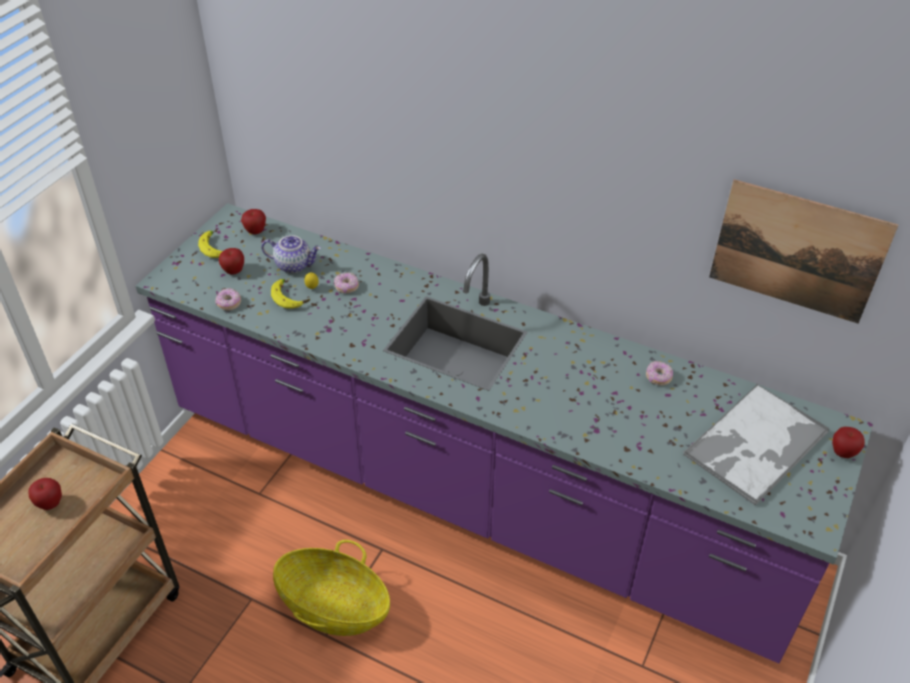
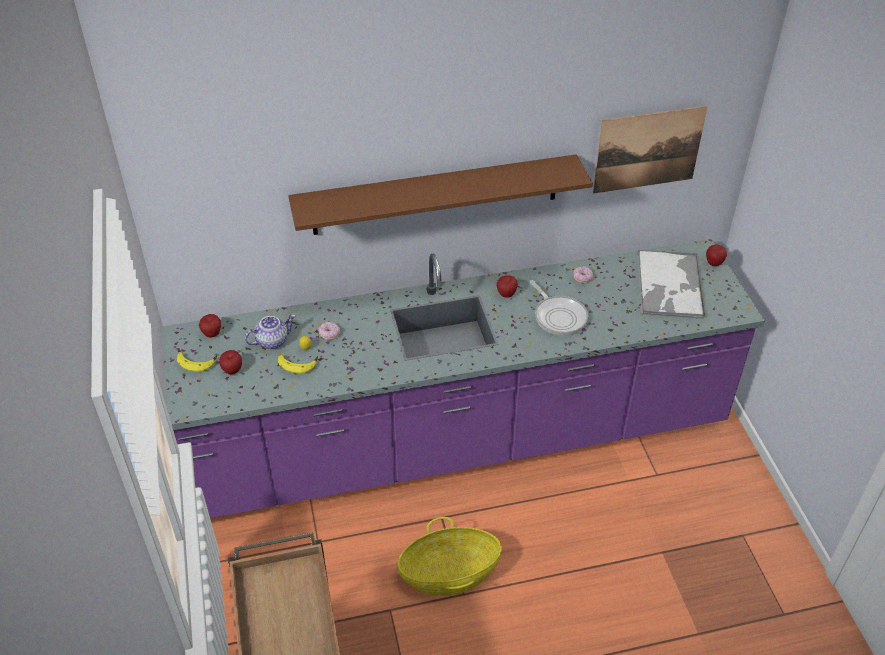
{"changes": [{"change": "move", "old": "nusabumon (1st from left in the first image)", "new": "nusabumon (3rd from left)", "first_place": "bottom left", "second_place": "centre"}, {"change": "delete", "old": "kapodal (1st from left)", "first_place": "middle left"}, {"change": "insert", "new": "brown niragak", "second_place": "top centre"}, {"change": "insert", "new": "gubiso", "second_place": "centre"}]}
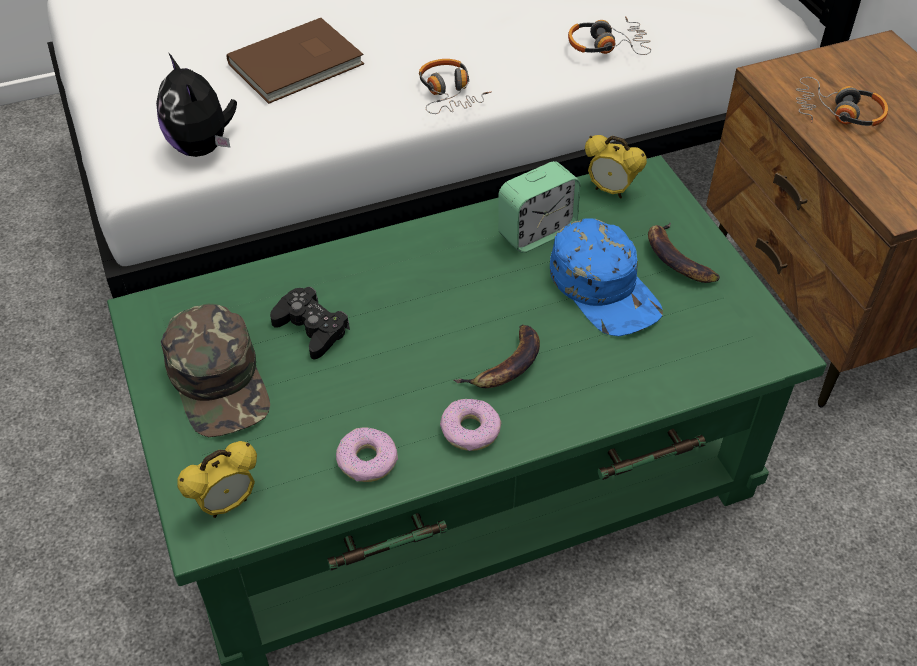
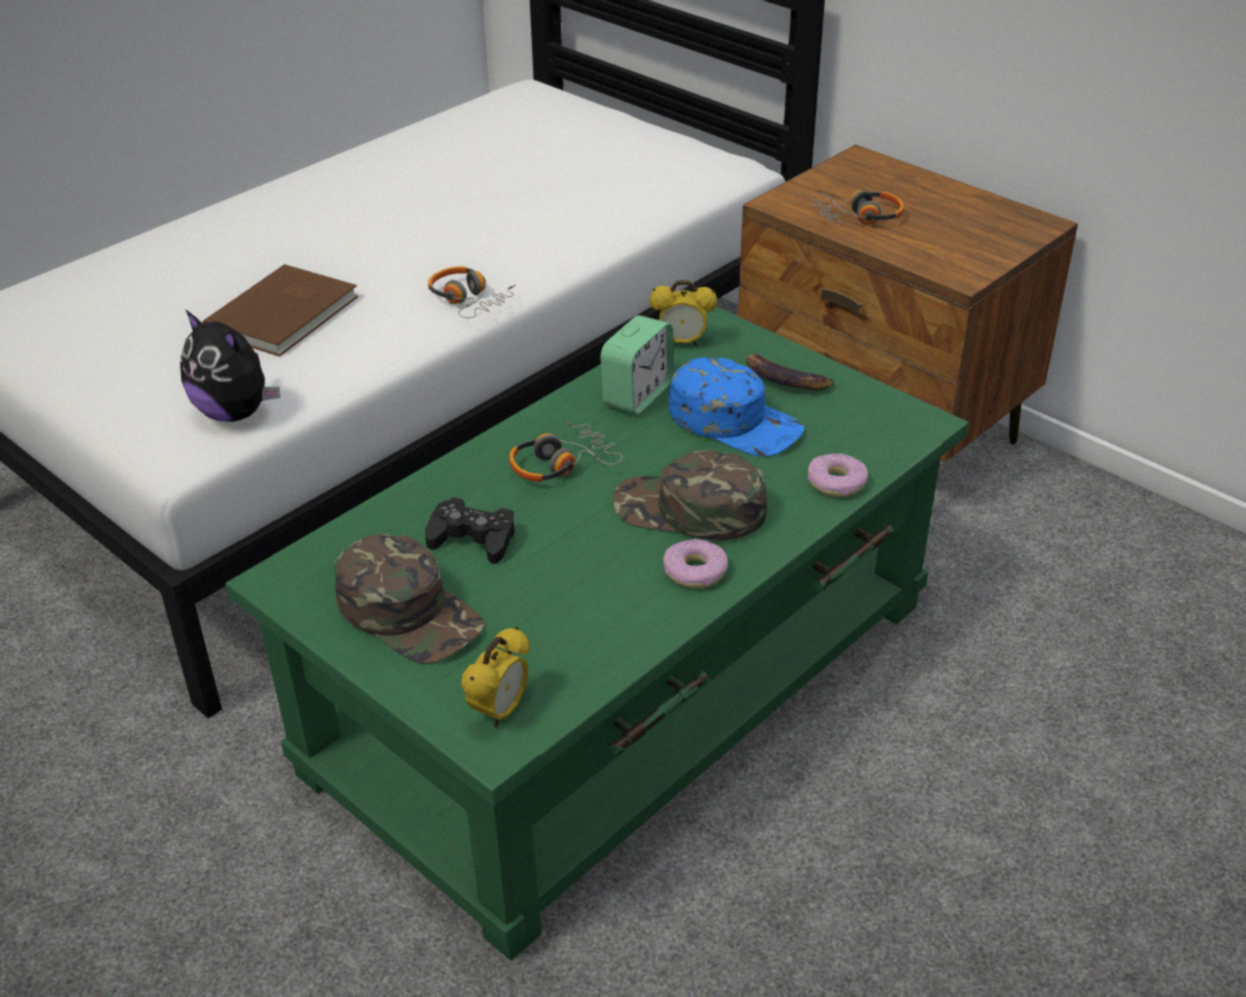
{"changes": [{"change": "move", "old": "kapodal (1st from left in the first image)", "new": "kapodal (2nd from left)", "first_place": "bottom centre", "second_place": "middle right"}, {"change": "replace", "old": "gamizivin (1st from left)", "new": "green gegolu (2nd from left)", "first_place": "centre", "second_place": "centre"}, {"change": "move", "old": "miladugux (2nd from left)", "first_place": "top centre", "second_place": "centre"}]}
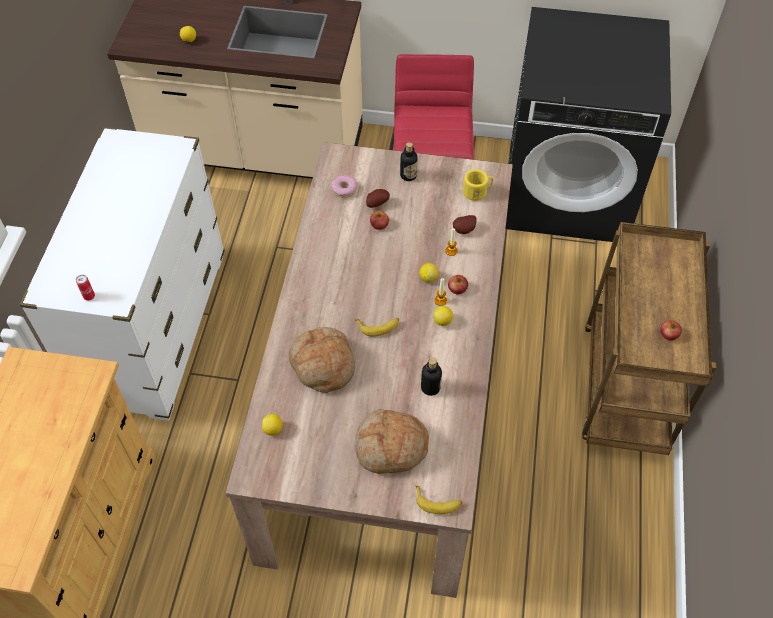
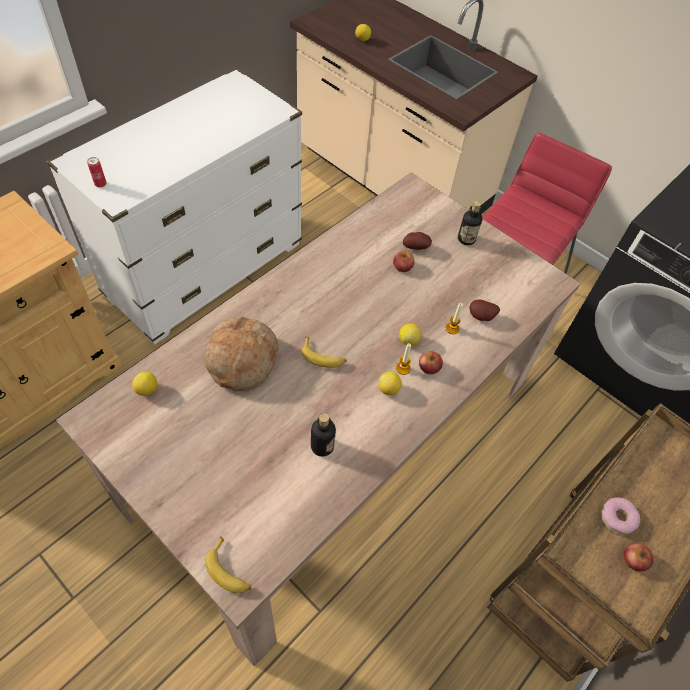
{"changes": [{"change": "move", "old": "kapodal", "first_place": "top centre", "second_place": "bottom right"}, {"change": "delete", "old": "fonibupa (2nd from left)", "first_place": "bottom centre"}, {"change": "delete", "old": "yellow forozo", "first_place": "top centre"}]}
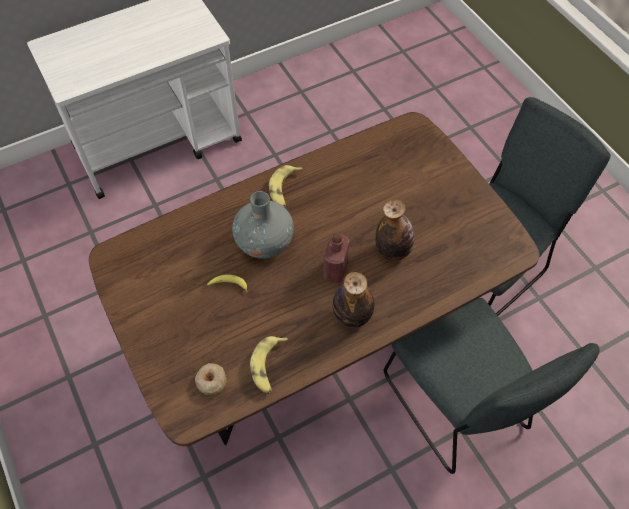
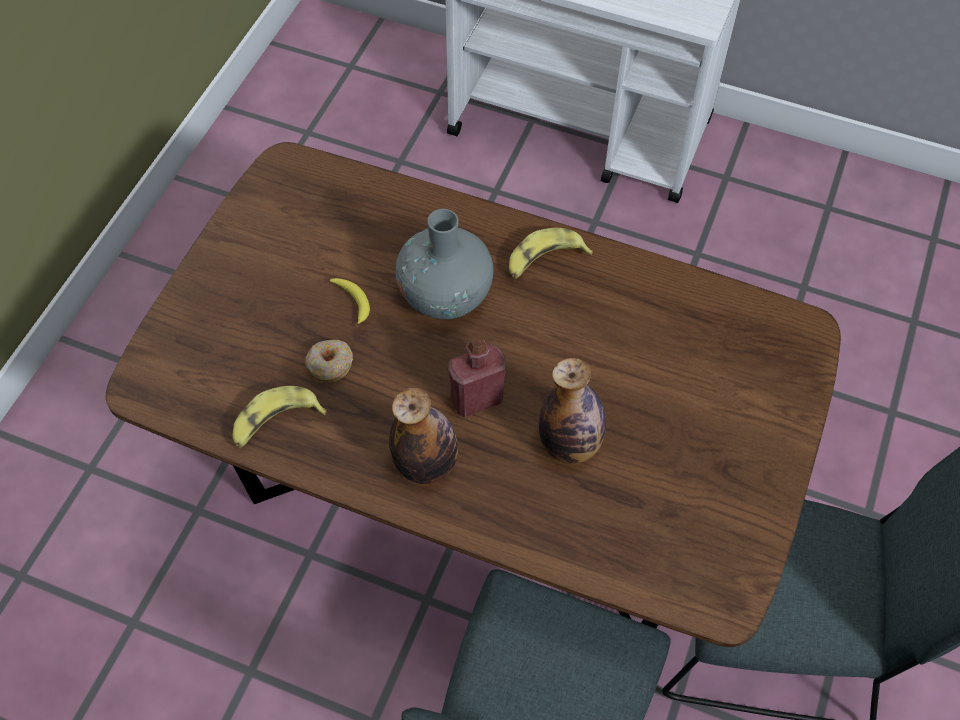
{"changes": [{"change": "move", "old": "kapodal", "first_place": "bottom centre", "second_place": "centre"}]}
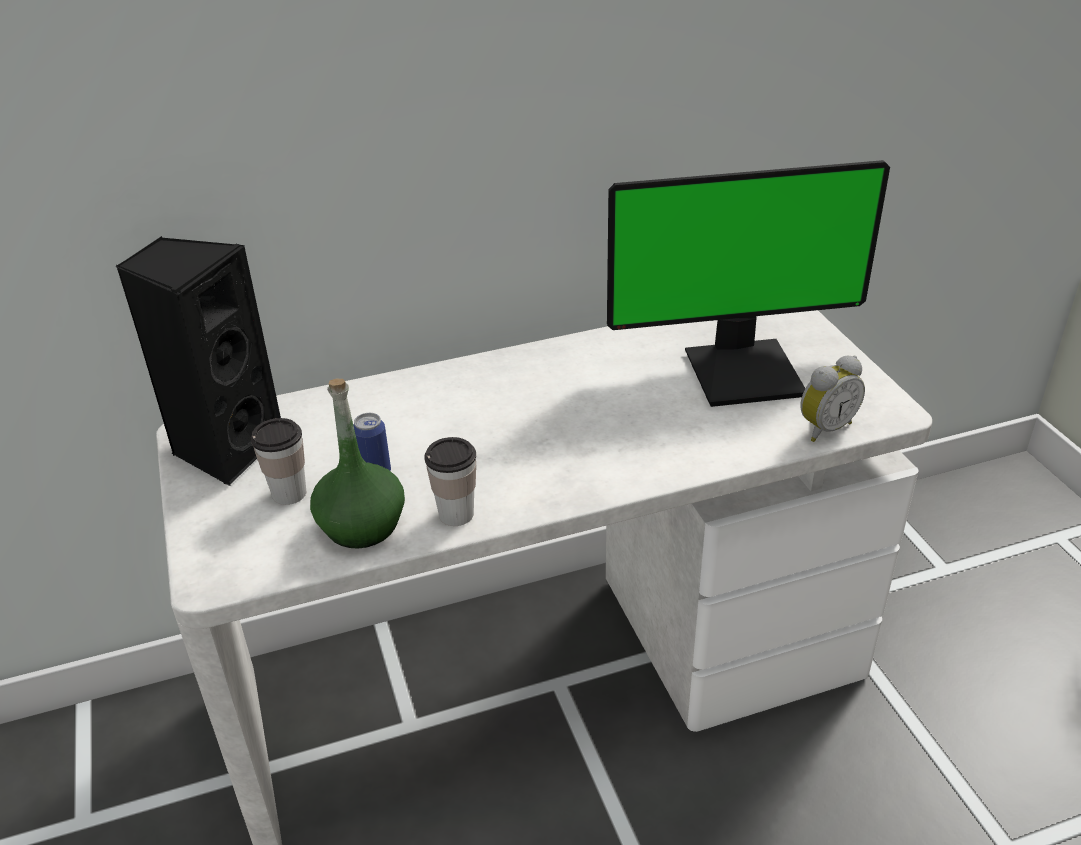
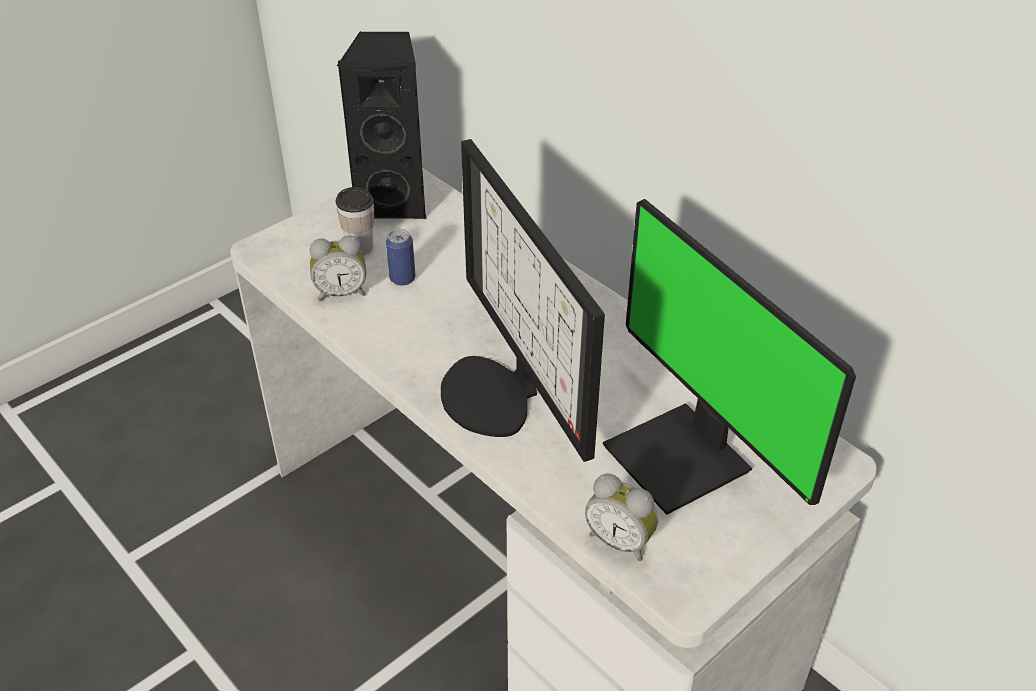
{"changes": [{"change": "replace", "old": "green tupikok", "new": "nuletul (1st from left)", "first_place": "middle left", "second_place": "middle left"}, {"change": "delete", "old": "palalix (2nd from left)", "first_place": "centre"}, {"change": "insert", "new": "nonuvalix (1st from left)", "second_place": "centre"}]}
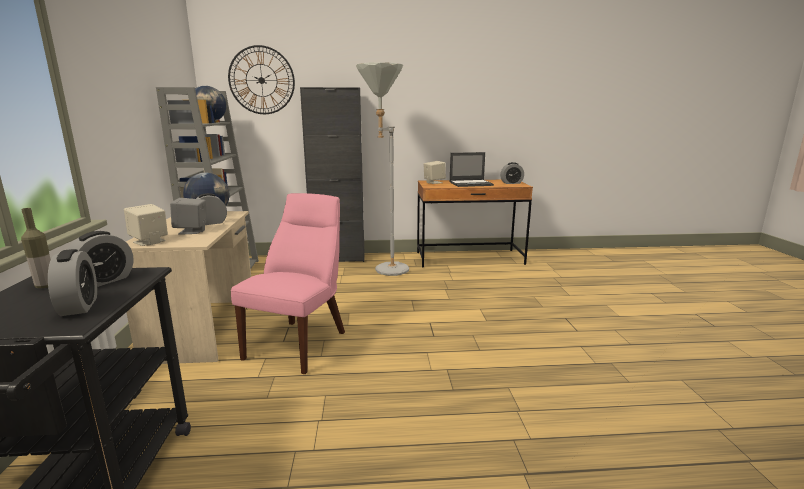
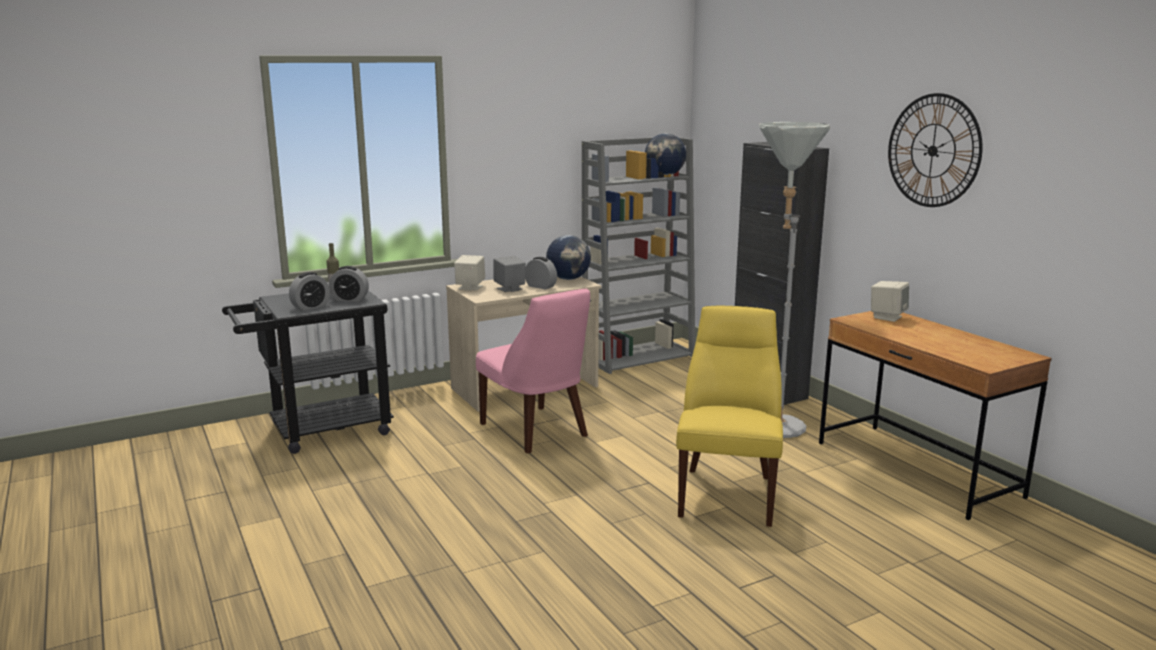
{"changes": [{"change": "move", "old": "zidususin", "first_place": "top left", "second_place": "top right"}, {"change": "rotate", "old": "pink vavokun", "first_place": "centre", "second_place": "centre", "degrees": 60}, {"change": "delete", "old": "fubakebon", "first_place": "centre"}, {"change": "delete", "old": "nuletul (4th from left)", "first_place": "centre"}, {"change": "insert", "new": "yellow vavokun", "second_place": "centre"}]}
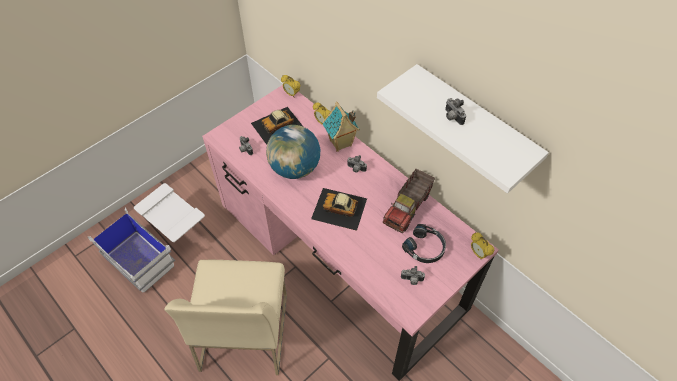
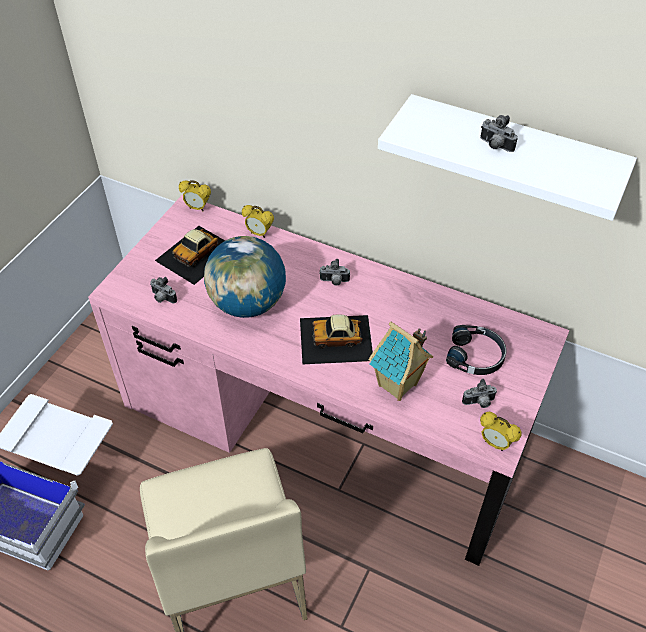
{"changes": [{"change": "move", "old": "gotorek", "first_place": "top centre", "second_place": "centre"}, {"change": "delete", "old": "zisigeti", "first_place": "centre"}, {"change": "move", "old": "nuletul (3rd from left)", "first_place": "middle right", "second_place": "bottom right"}]}
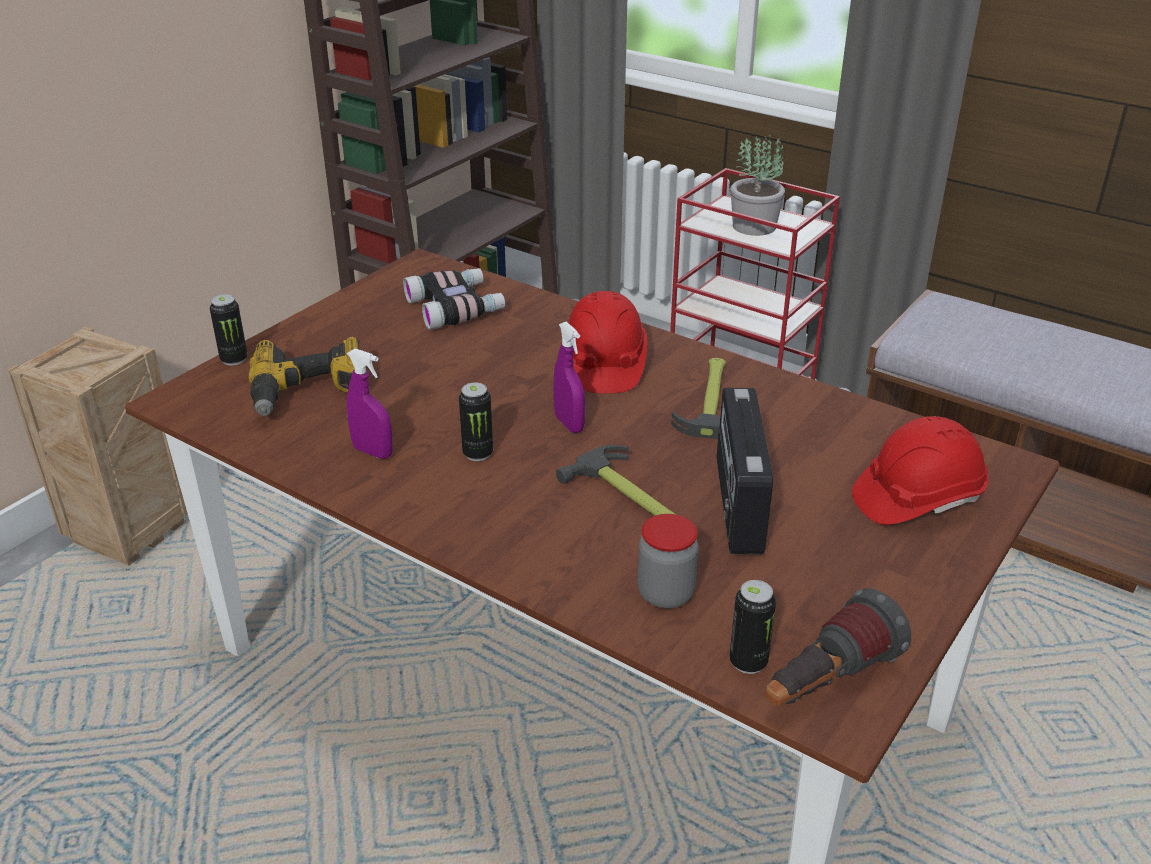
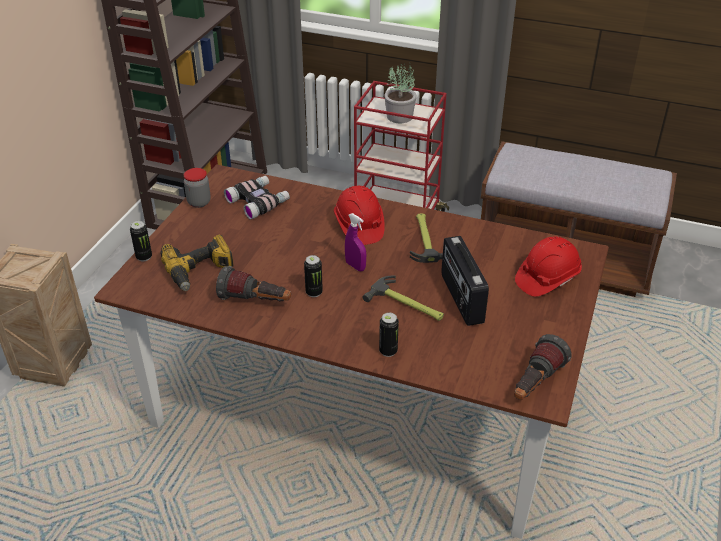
{"changes": [{"change": "replace", "old": "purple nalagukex (1st from left)", "new": "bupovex (1st from left)", "first_place": "middle left", "second_place": "centre"}, {"change": "move", "old": "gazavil", "first_place": "centre", "second_place": "middle left"}, {"change": "move", "old": "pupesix (3rd from left)", "first_place": "bottom centre", "second_place": "centre"}]}
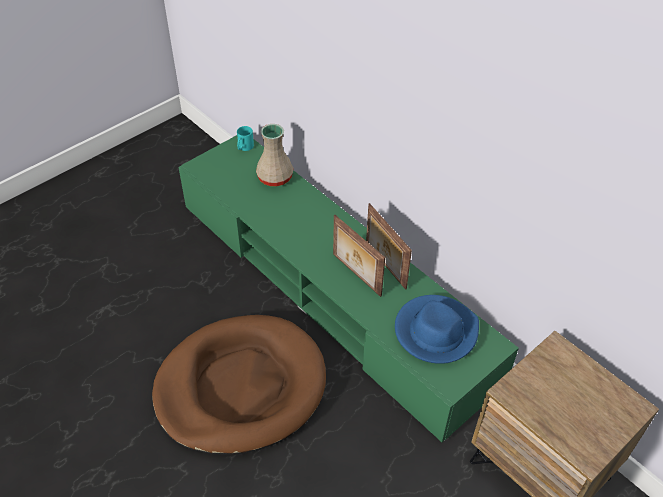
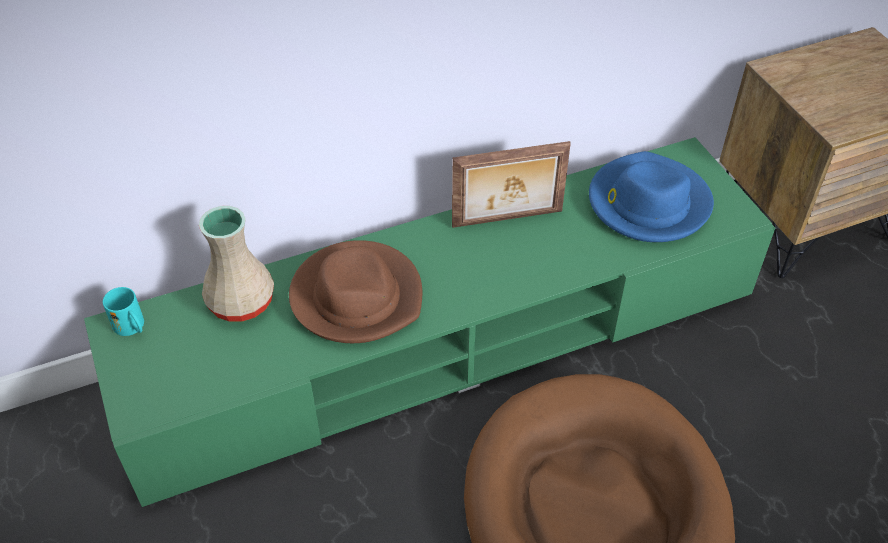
{"changes": [{"change": "delete", "old": "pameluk (1st from left)", "first_place": "centre"}, {"change": "insert", "new": "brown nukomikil", "second_place": "centre"}]}
